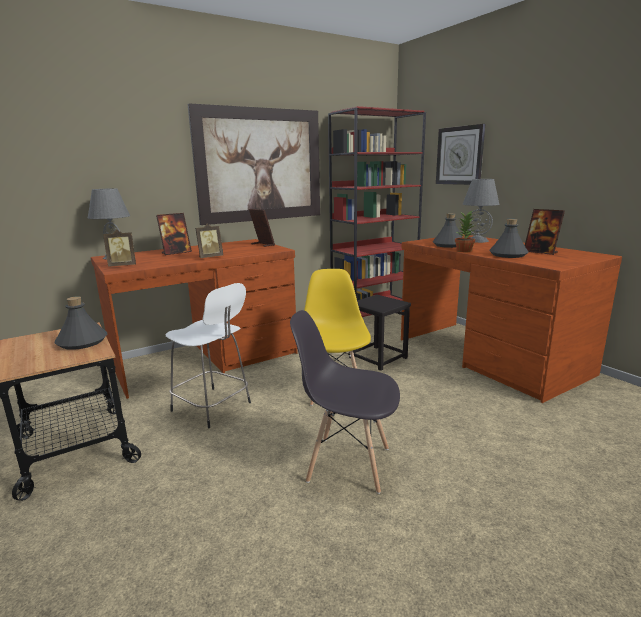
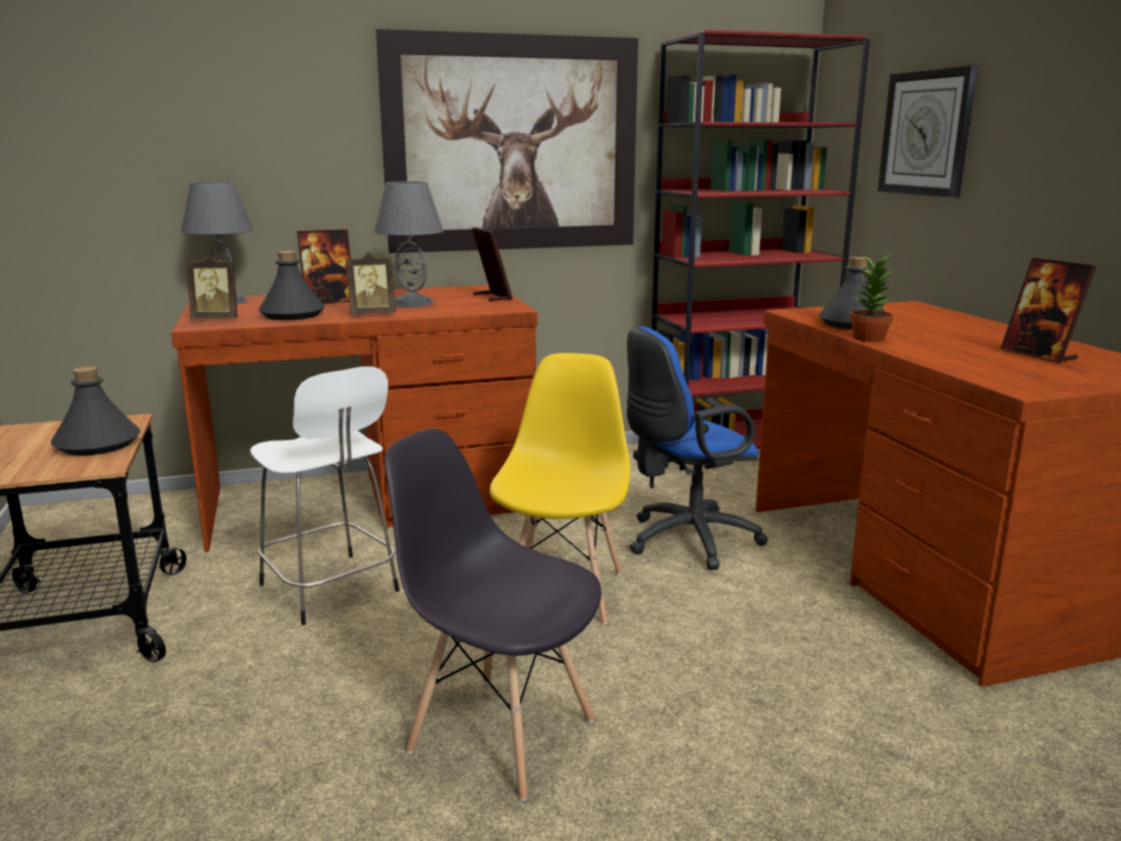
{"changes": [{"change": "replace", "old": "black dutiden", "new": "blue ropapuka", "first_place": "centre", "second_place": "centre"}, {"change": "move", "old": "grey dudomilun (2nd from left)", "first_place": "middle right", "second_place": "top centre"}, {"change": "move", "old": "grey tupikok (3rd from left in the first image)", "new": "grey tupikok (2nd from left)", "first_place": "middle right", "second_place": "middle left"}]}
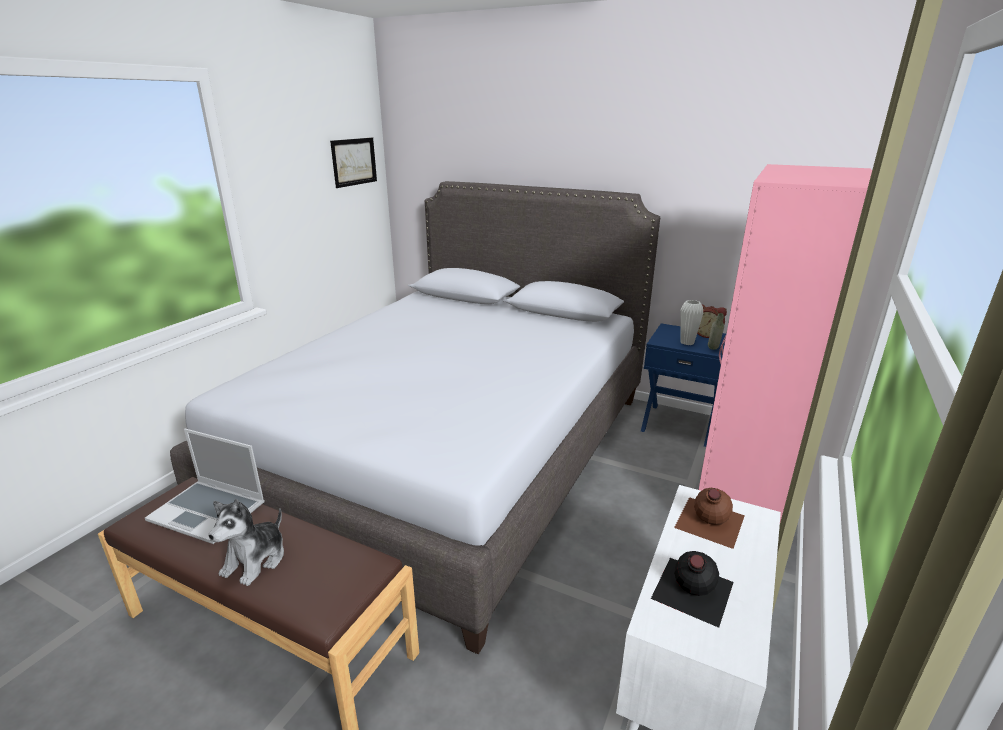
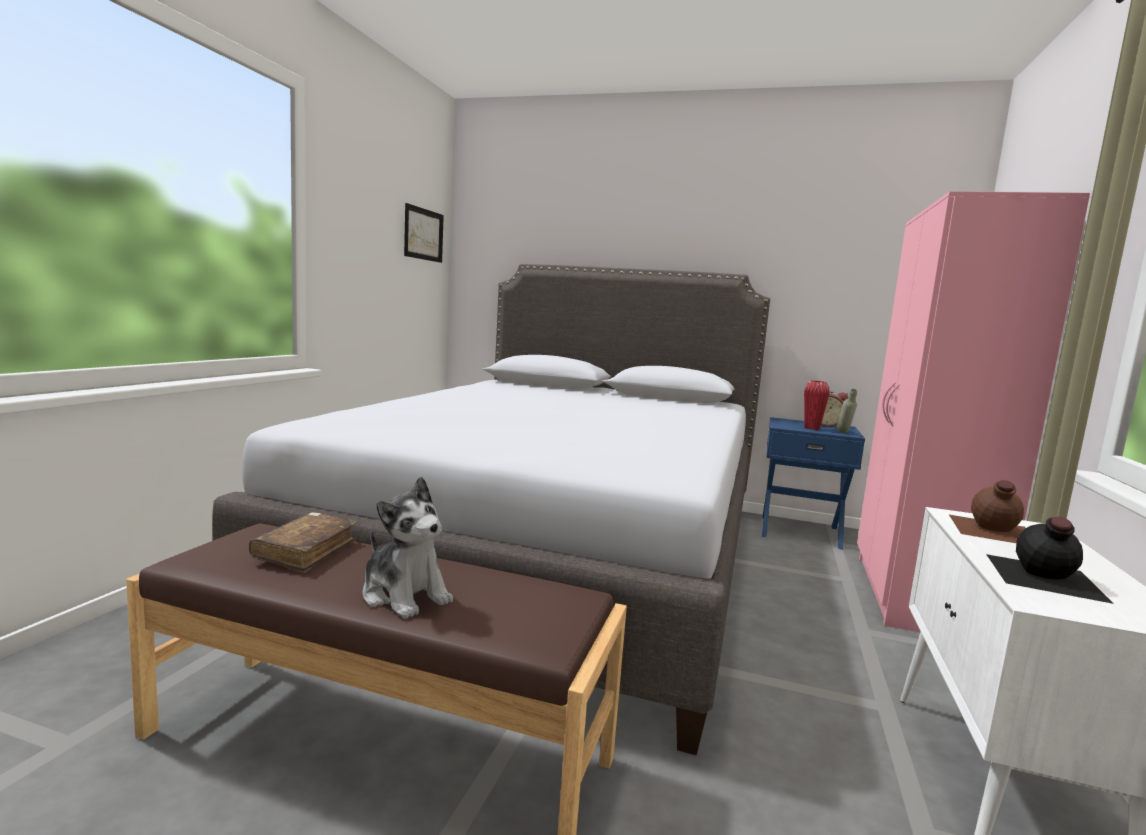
{"changes": [{"change": "replace", "old": "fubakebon", "new": "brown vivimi", "first_place": "middle left", "second_place": "middle left"}, {"change": "rotate", "old": "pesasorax", "first_place": "bottom left", "second_place": "centre", "degrees": -60}, {"change": "recolor", "old": "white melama", "new": "red melama", "first_place": "middle right", "second_place": "middle right"}]}
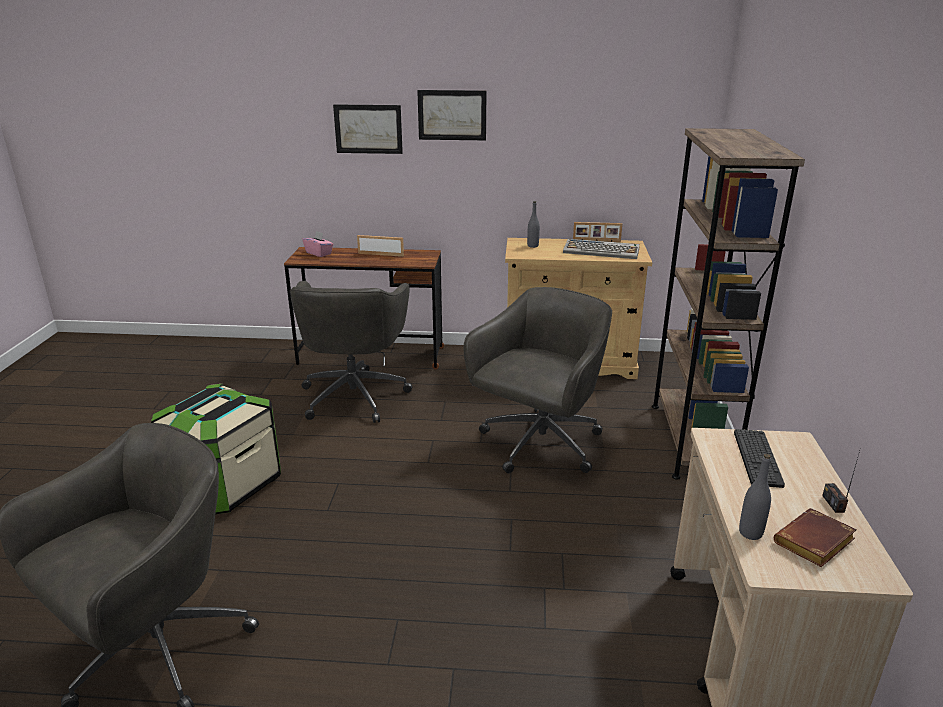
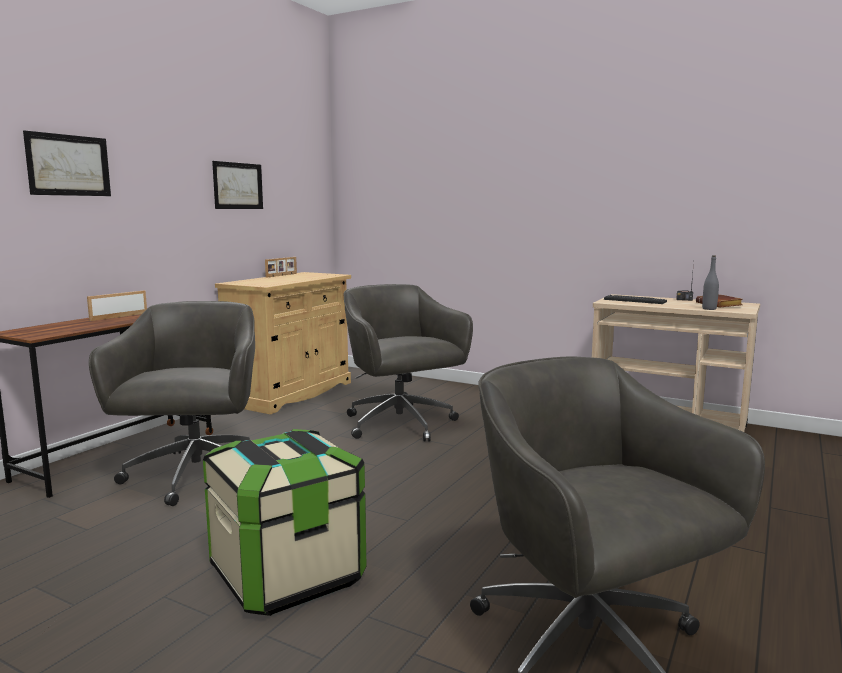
{"changes": [{"change": "rotate", "old": "grey ropapuka (2nd from left in the first image)", "first_place": "centre", "second_place": "middle left", "degrees": -120}, {"change": "delete", "old": "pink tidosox", "first_place": "centre"}, {"change": "move", "old": "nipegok (2nd from left)", "first_place": "top centre", "second_place": "top left"}, {"change": "delete", "old": "grey tupikok (1st from left)", "first_place": "top centre"}, {"change": "delete", "old": "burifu (1st from left)", "first_place": "centre"}, {"change": "delete", "old": "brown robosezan", "first_place": "middle right"}]}
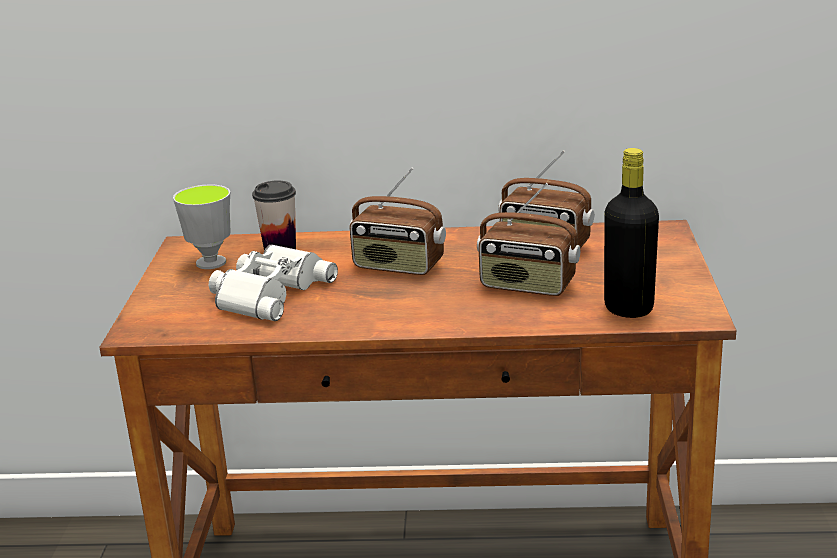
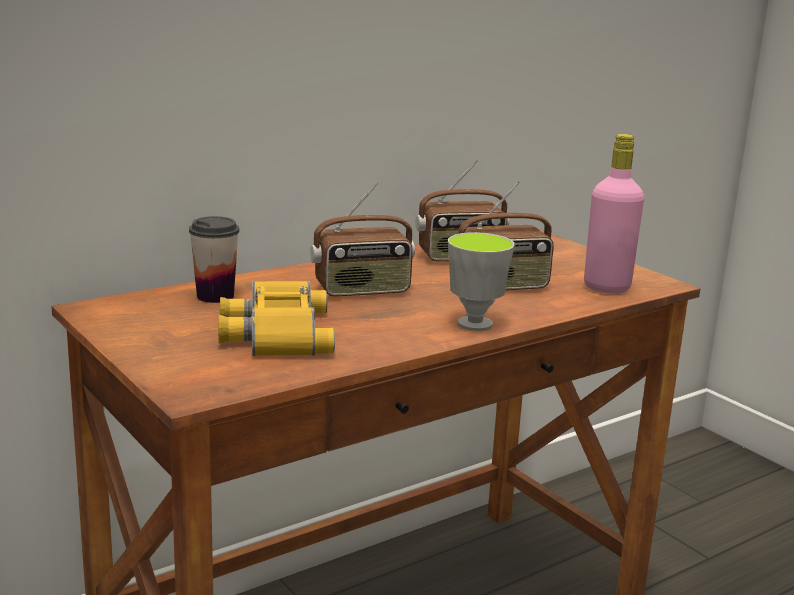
{"changes": [{"change": "move", "old": "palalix (1st from left in the first image)", "new": "palalix (2nd from left)", "first_place": "middle left", "second_place": "centre"}, {"change": "recolor", "old": "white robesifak", "new": "yellow robesifak", "first_place": "middle left", "second_place": "centre"}, {"change": "recolor", "old": "black tupikok", "new": "pink tupikok", "first_place": "middle right", "second_place": "middle right"}]}
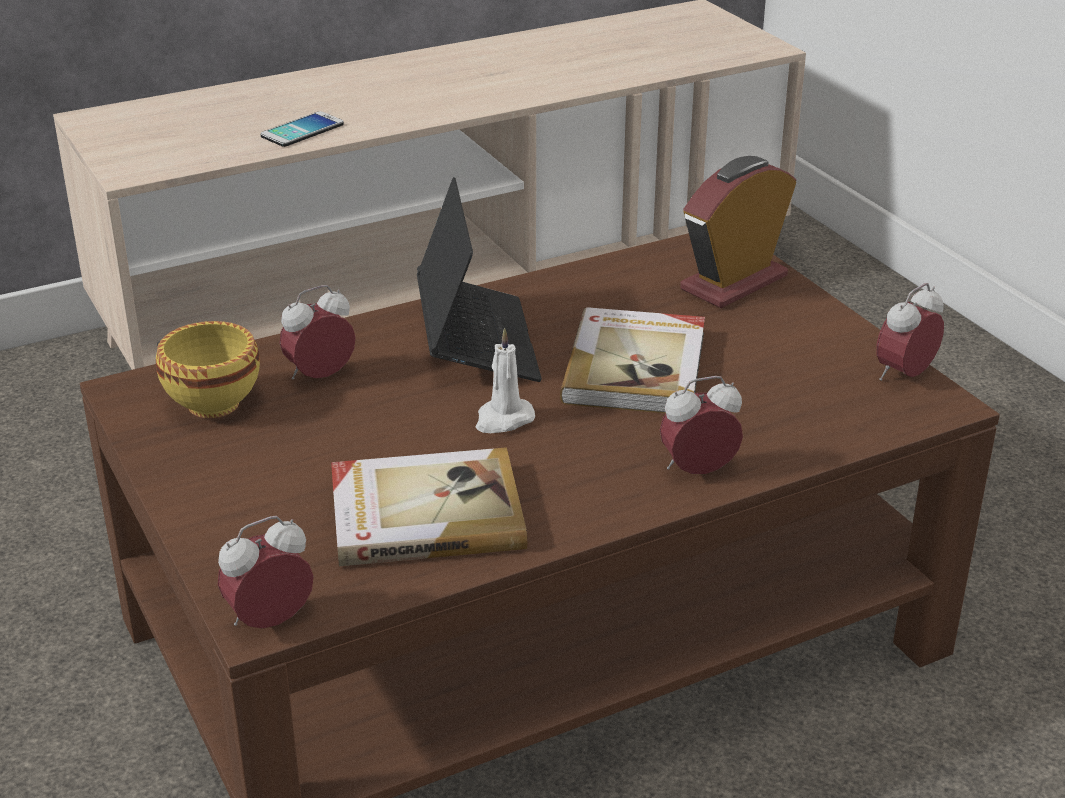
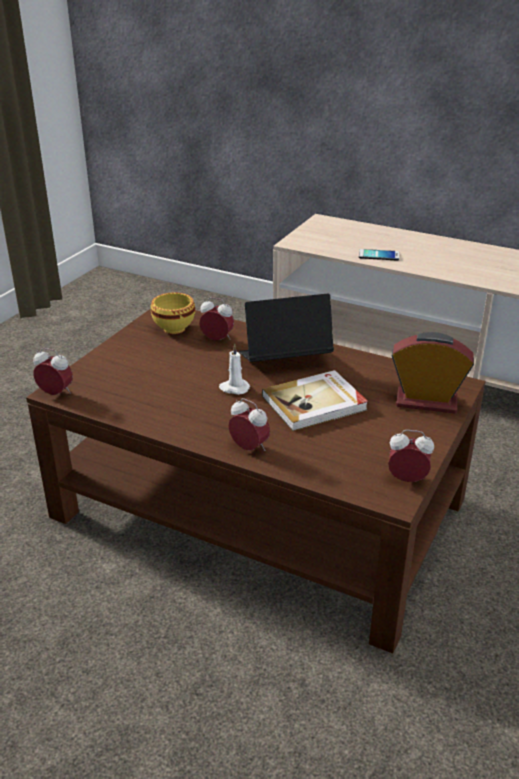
{"changes": [{"change": "delete", "old": "vivimi (1st from left)", "first_place": "centre"}, {"change": "rotate", "old": "fubakebon", "first_place": "centre", "second_place": "centre", "degrees": -150}]}
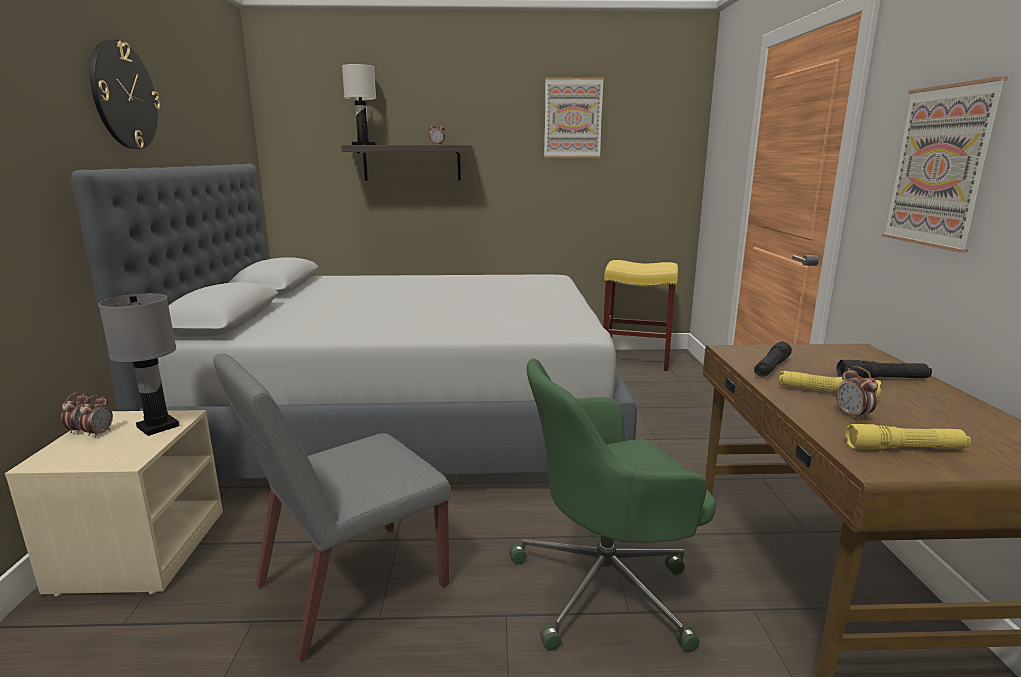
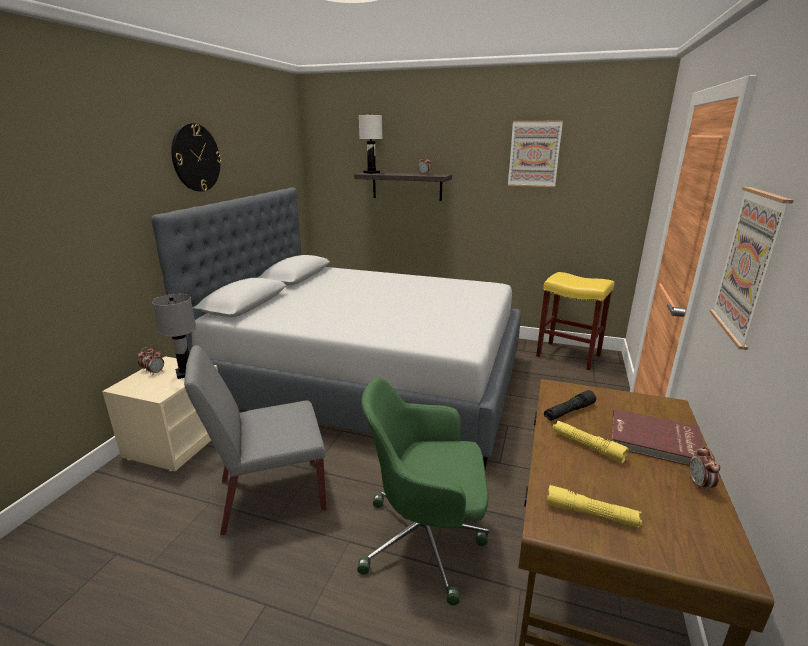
{"changes": [{"change": "move", "old": "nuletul (4th from left)", "first_place": "middle right", "second_place": "bottom right"}, {"change": "replace", "old": "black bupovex (2nd from left)", "new": "red vivimi", "first_place": "middle right", "second_place": "bottom right"}]}
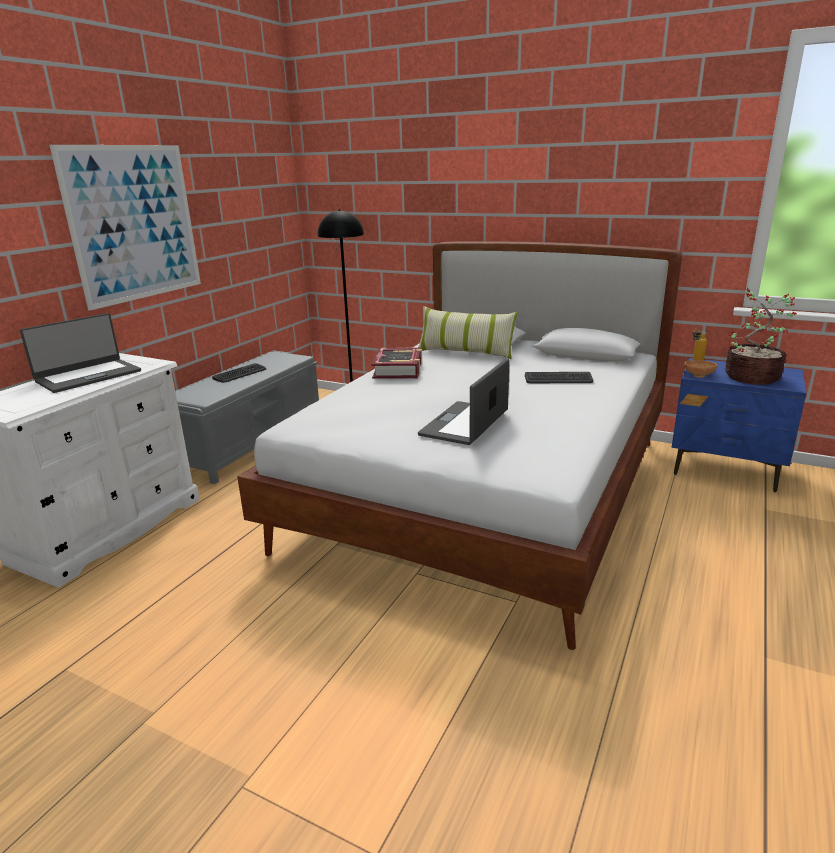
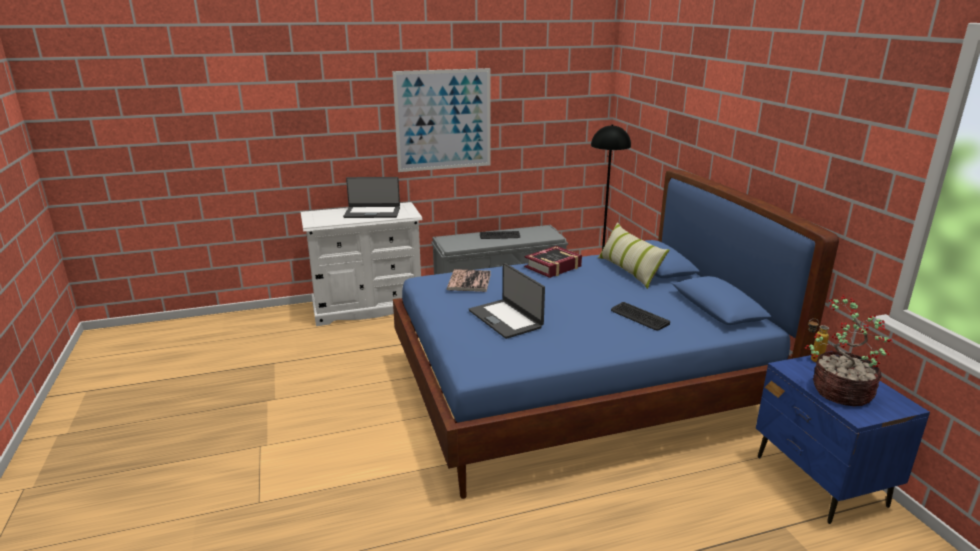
{"changes": [{"change": "recolor", "old": "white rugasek", "new": "blue rugasek", "first_place": "centre", "second_place": "centre"}, {"change": "rotate", "old": "fubakebon (2nd from left)", "first_place": "centre", "second_place": "centre", "degrees": -105}, {"change": "delete", "old": "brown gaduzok", "first_place": "middle right"}, {"change": "insert", "new": "vivimi (1st from left)", "second_place": "centre"}]}
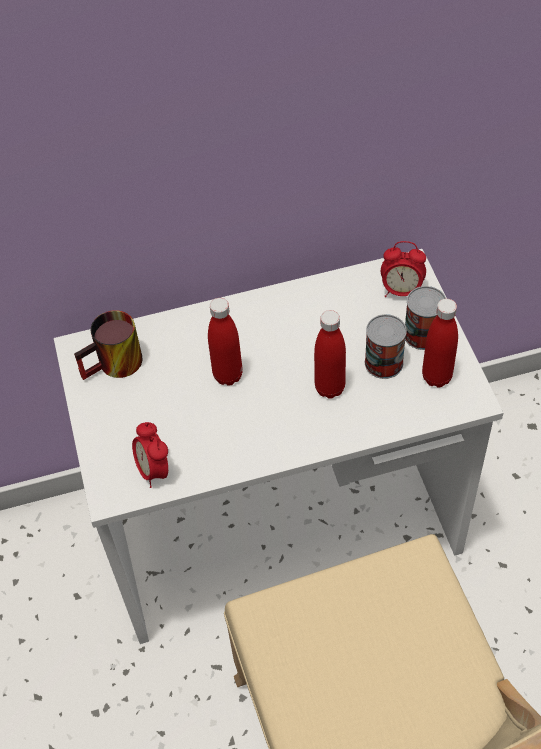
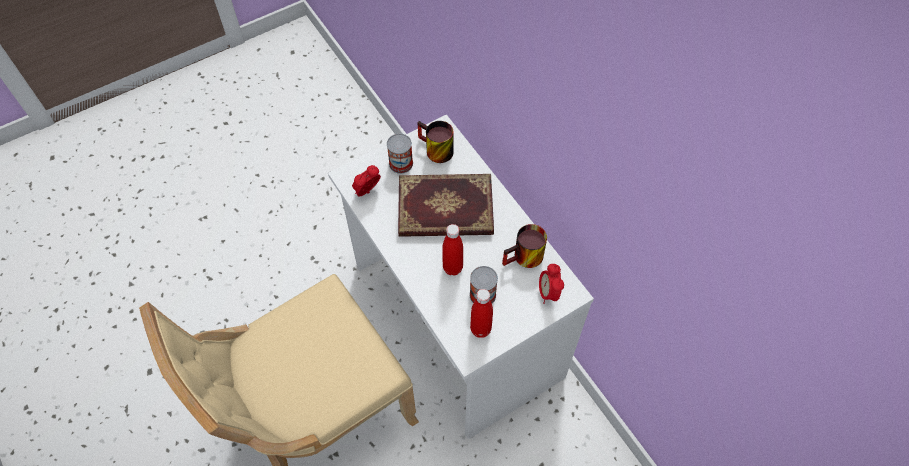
{"changes": [{"change": "replace", "old": "red tupikok (1st from left)", "new": "vivimi", "first_place": "centre", "second_place": "centre"}, {"change": "move", "old": "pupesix (2nd from left in the first image)", "new": "pupesix (1st from left)", "first_place": "middle right", "second_place": "top centre"}, {"change": "insert", "new": "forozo (2nd from left)", "second_place": "centre"}]}
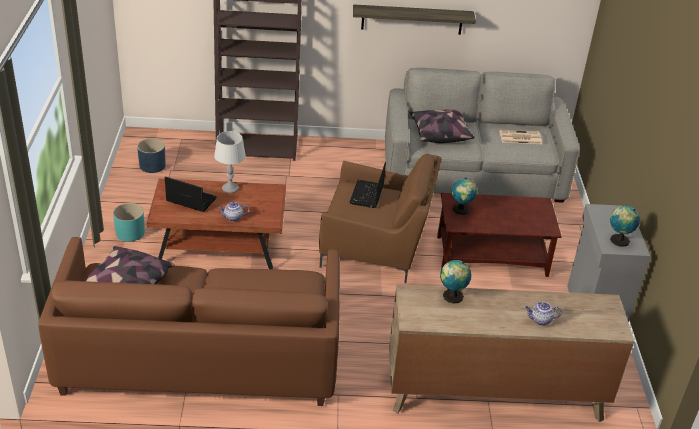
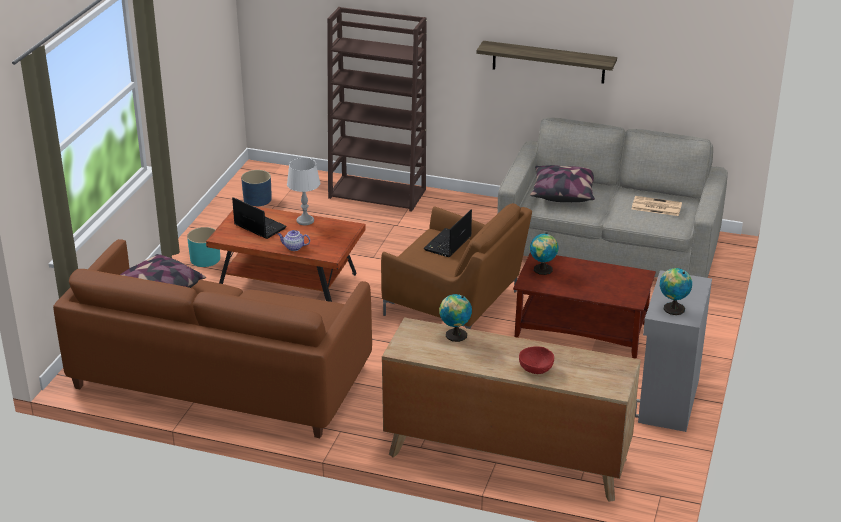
{"changes": [{"change": "replace", "old": "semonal (2nd from left)", "new": "red gaduzok", "first_place": "bottom right", "second_place": "bottom centre"}]}
